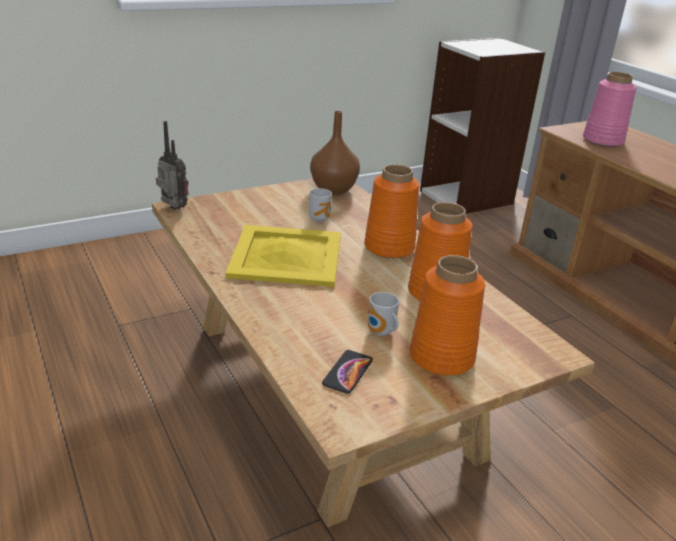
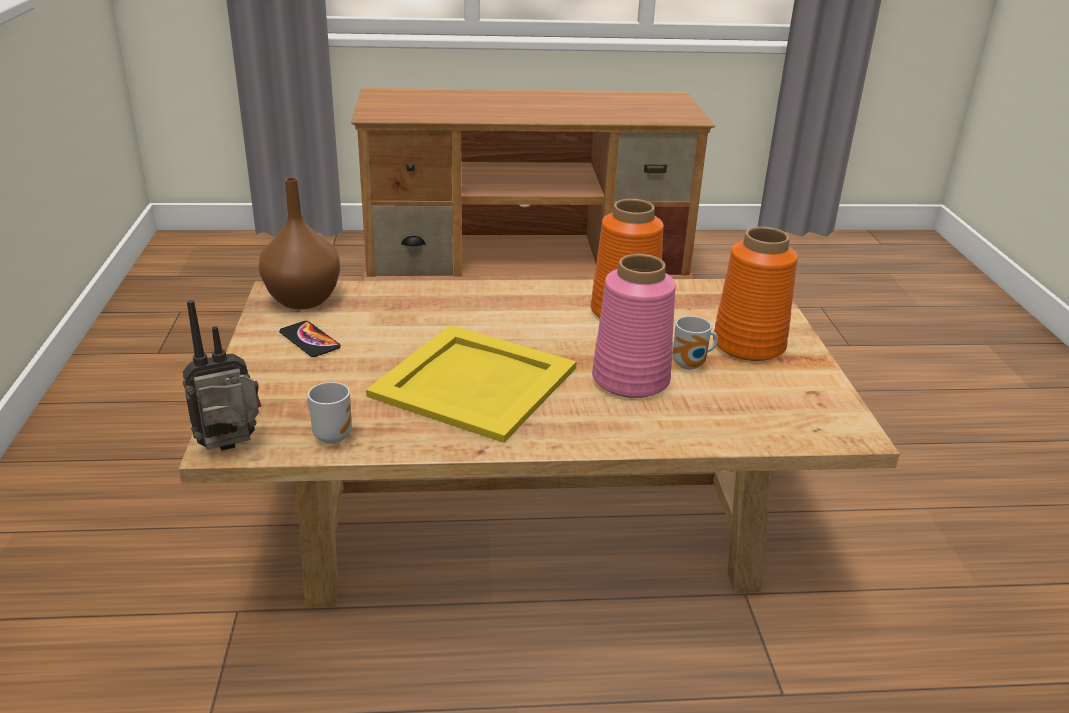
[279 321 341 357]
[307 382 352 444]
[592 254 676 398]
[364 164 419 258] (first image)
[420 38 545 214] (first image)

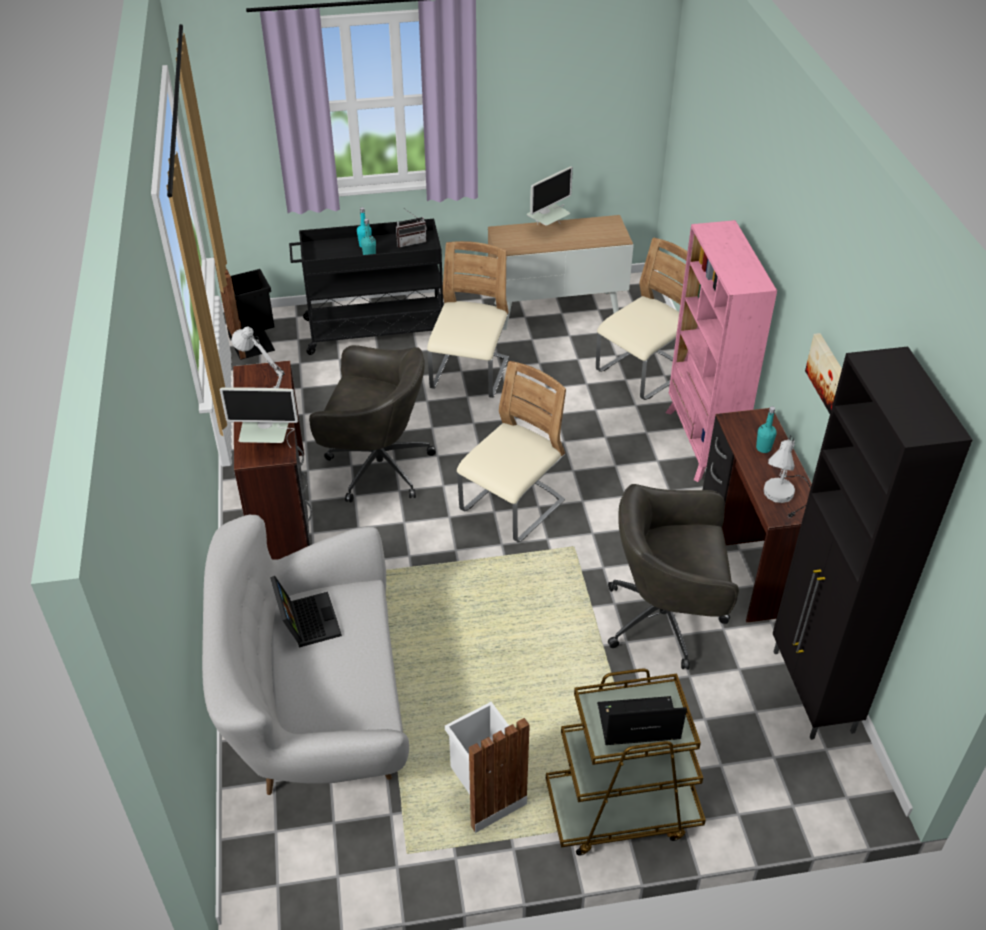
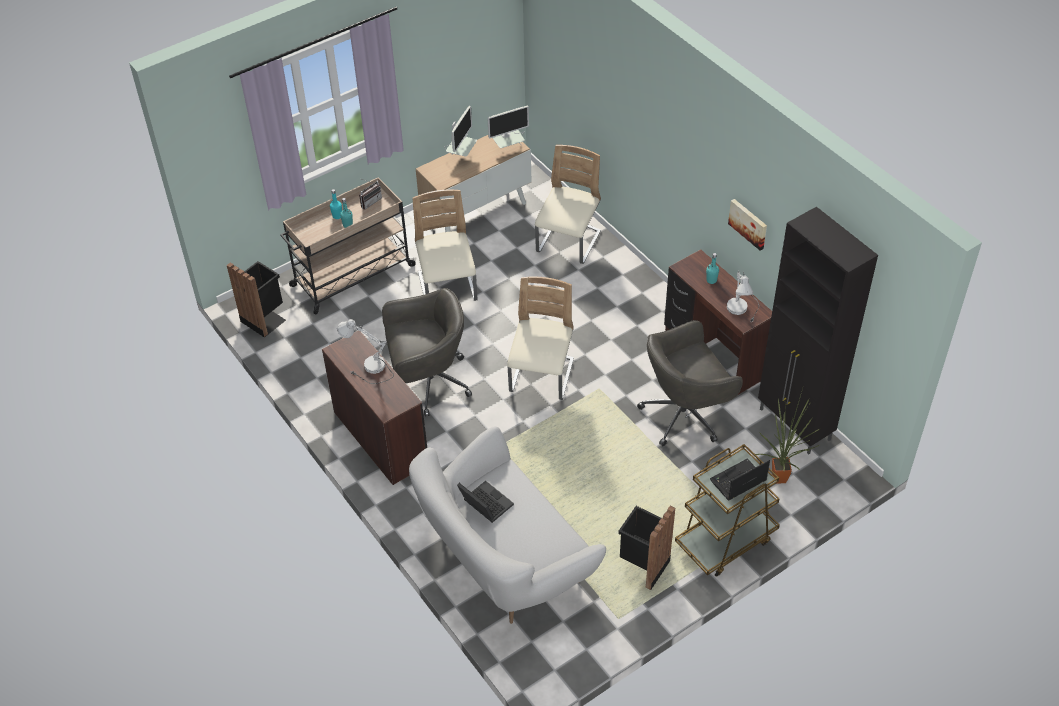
[280 177 416 314]
[487 106 529 148]
[618 505 675 590]
[755 388 821 484]
[666 220 777 482] (first image)

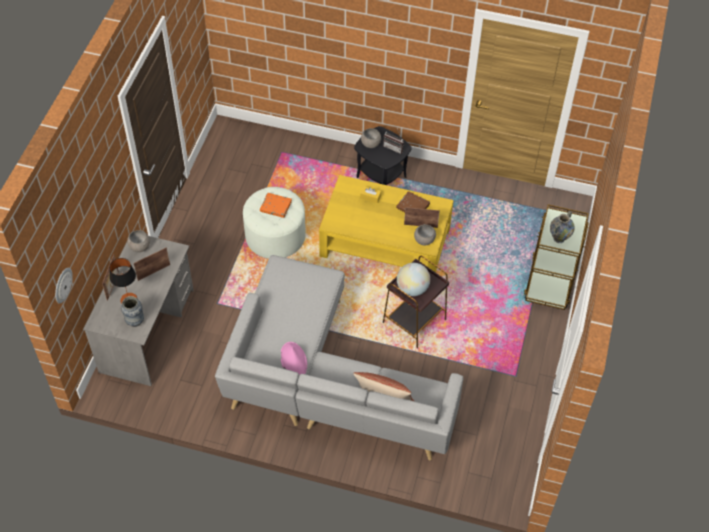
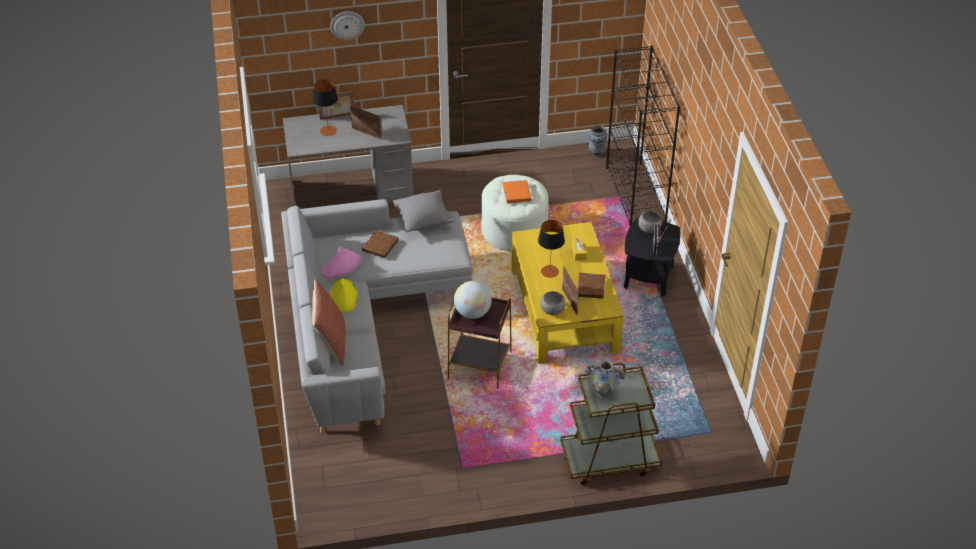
[330 11 365 40]
[330 278 358 313]
[362 230 399 258]
[393 190 455 232]
[538 220 565 278]
[588 125 607 157]
[606 46 680 228]
[127 230 150 252] (first image)

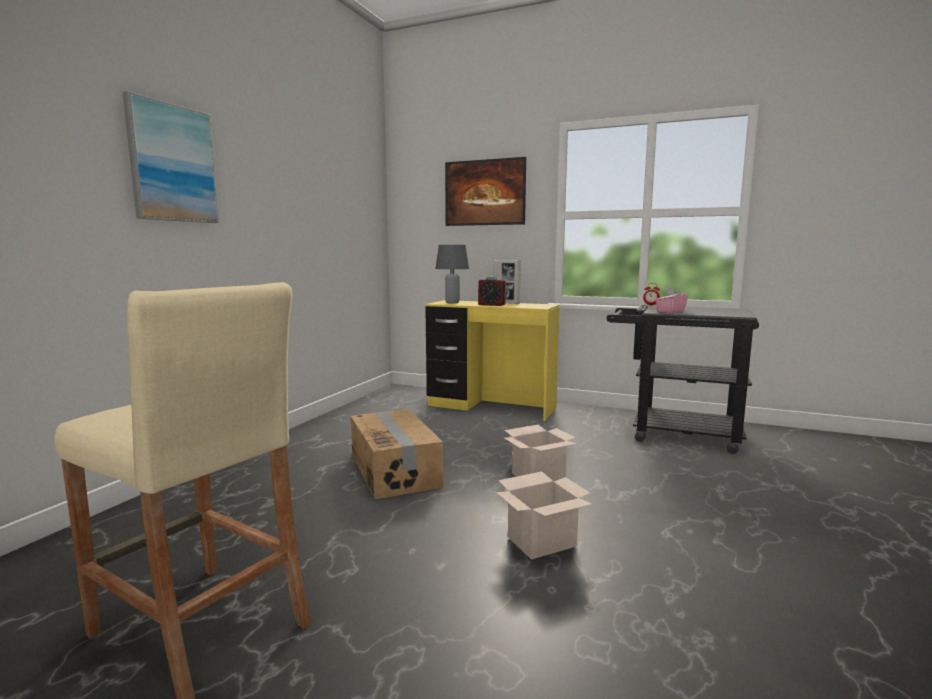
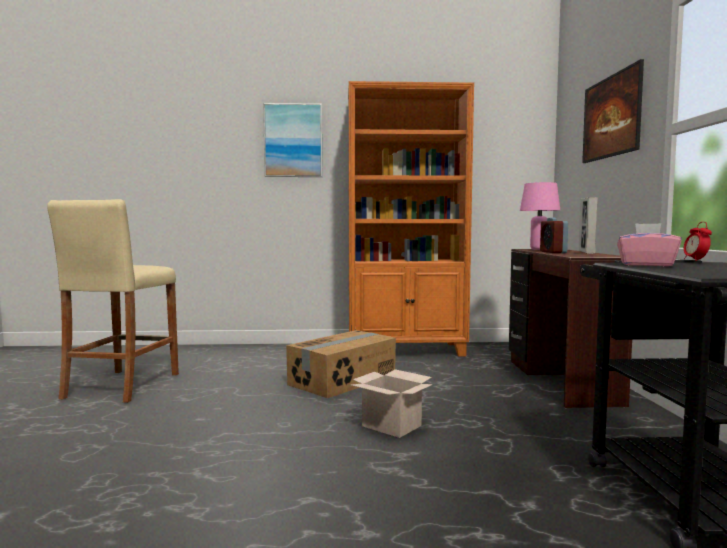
[348 81 474 357]
[509 249 632 408]
[520 182 560 250]
[496 471 592 559] (first image)

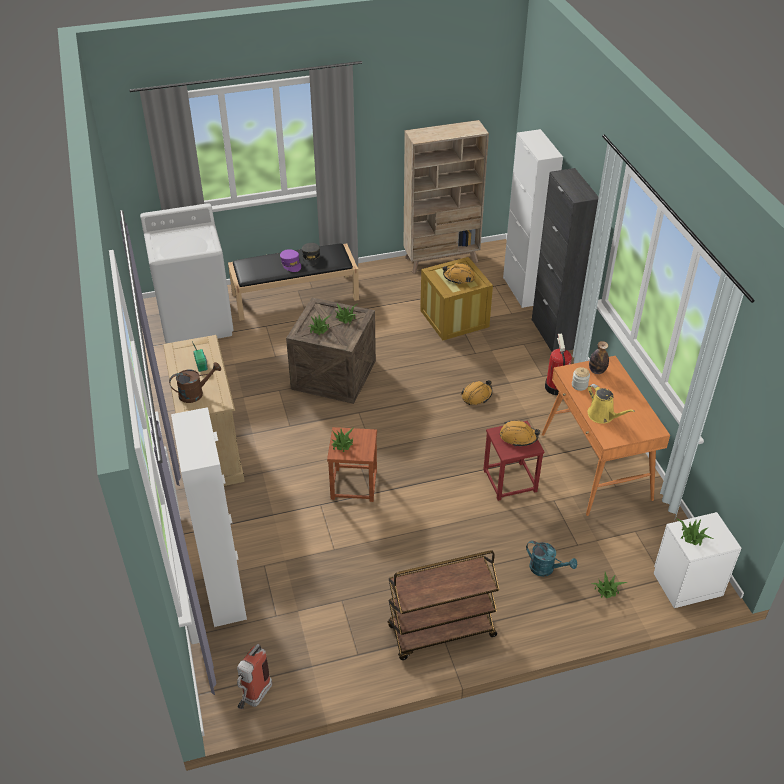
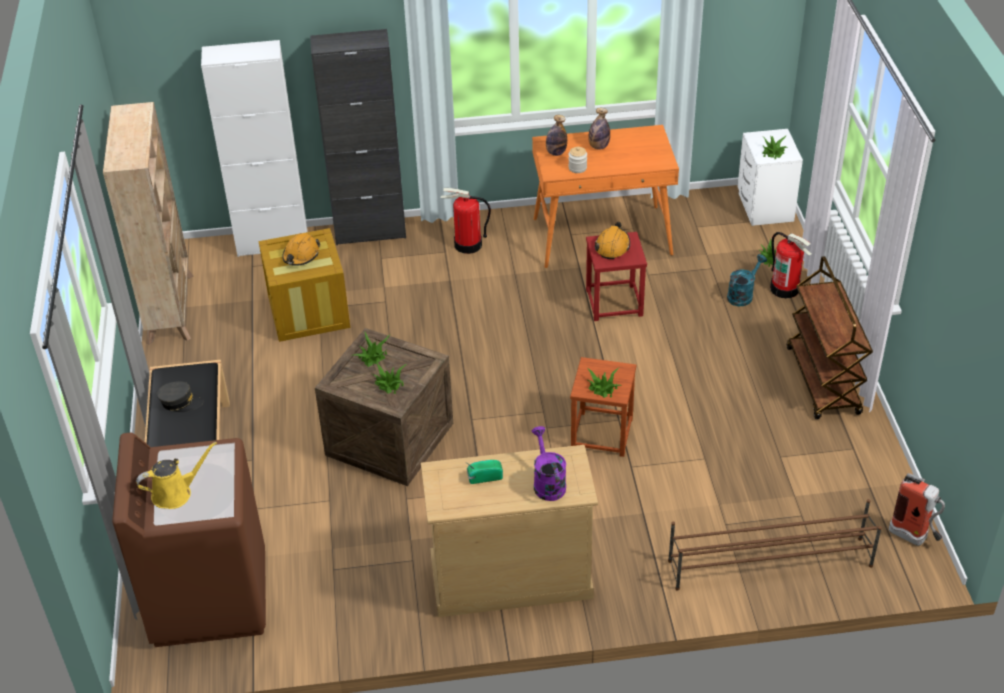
[112 433 266 647]
[136 441 217 509]
[532 426 566 501]
[588 108 610 150]
[668 499 882 591]
[770 232 812 298]
[280 249 301 272] (first image)
[461 380 493 405] (first image)

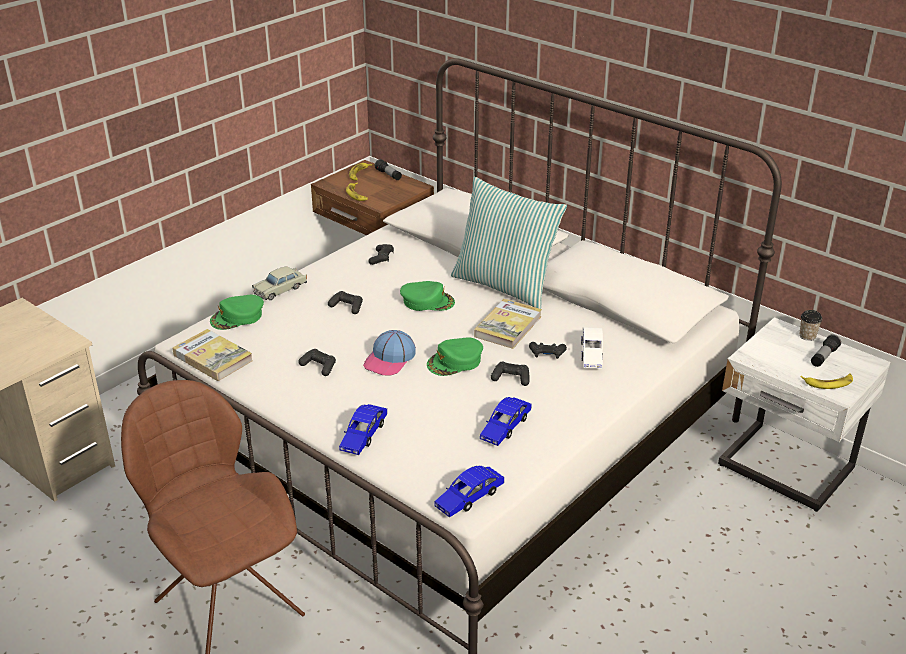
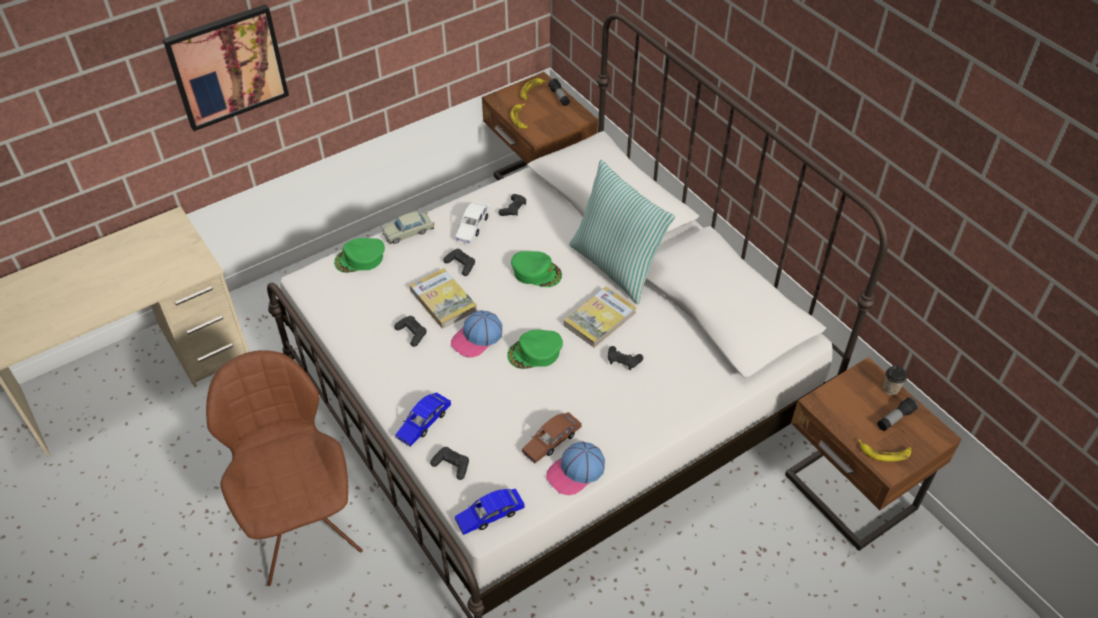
[163 4 289 131]
[410 268 477 329]
[430 447 469 480]
[455 202 491 244]
[522 412 582 463]
[546 441 605 495]
[785 357 961 551]

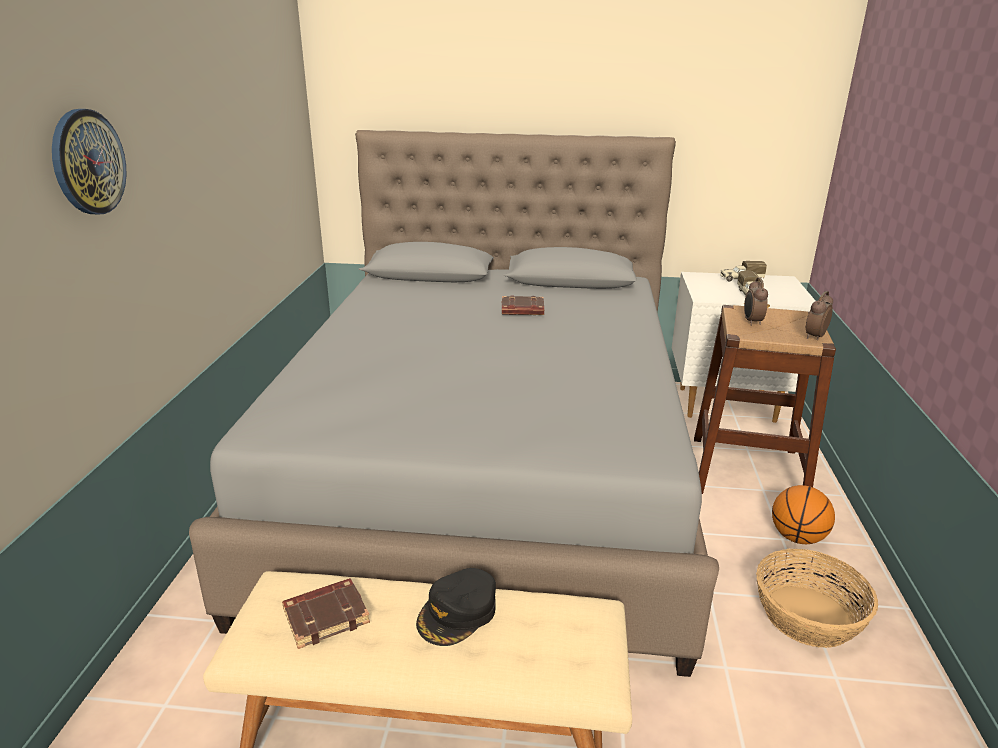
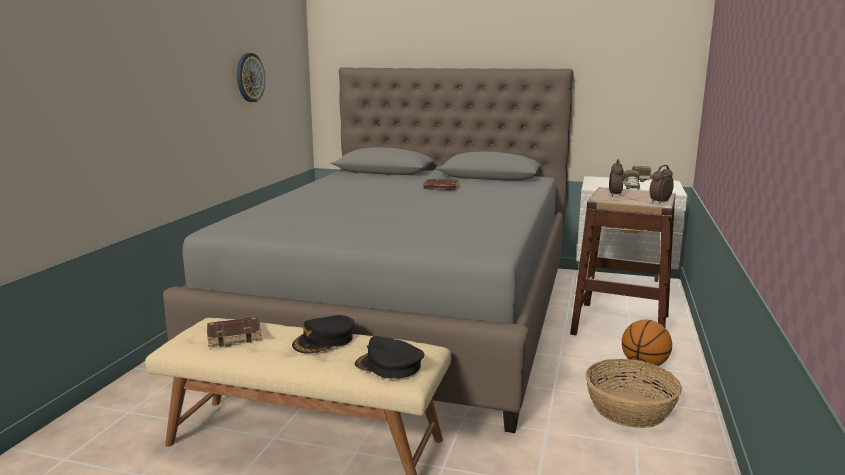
[237 53 265 102]
[355 336 424 379]

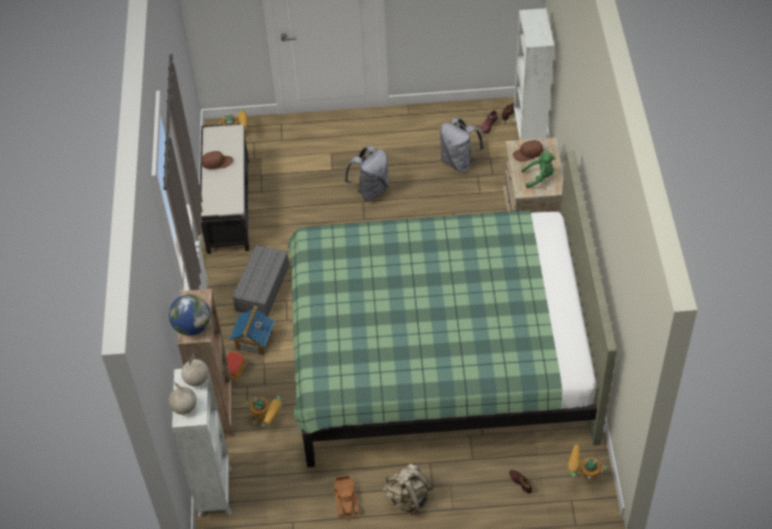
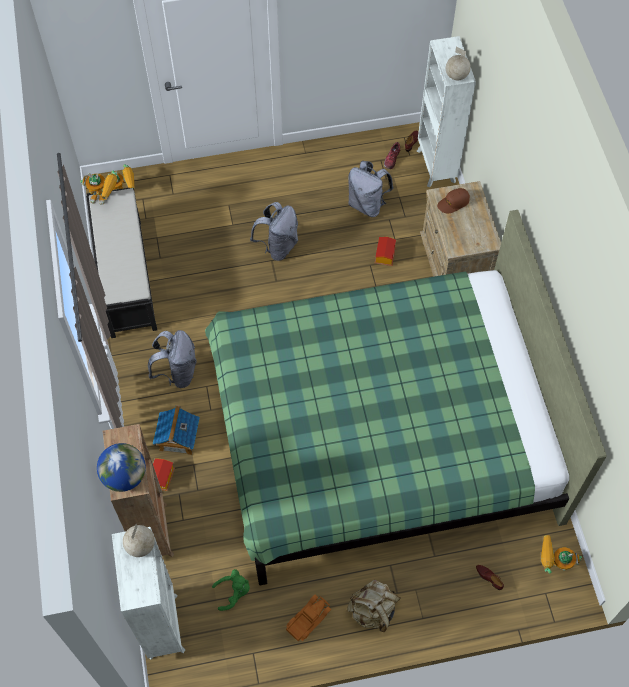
[80 171 117 205]
[148 330 197 388]
[212 569 250 611]
[286 595 332 641]
[375 237 396 266]
[446 47 471 80]
[202 151 233 169] (first image)

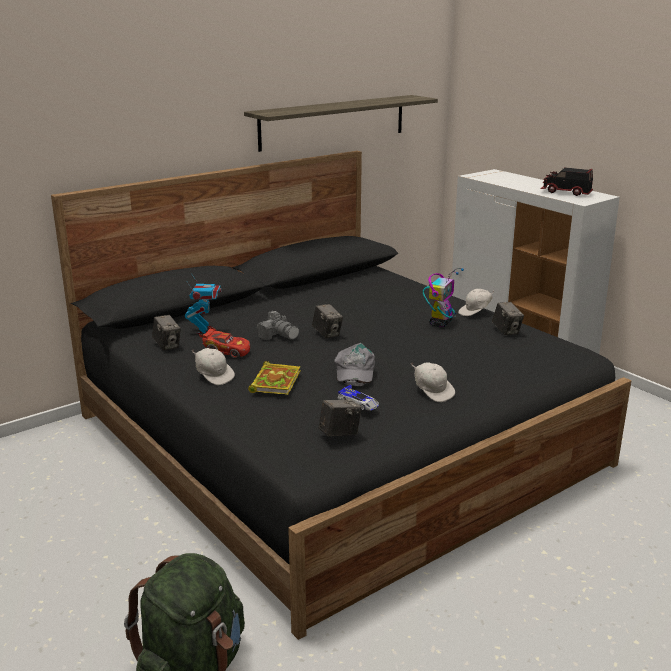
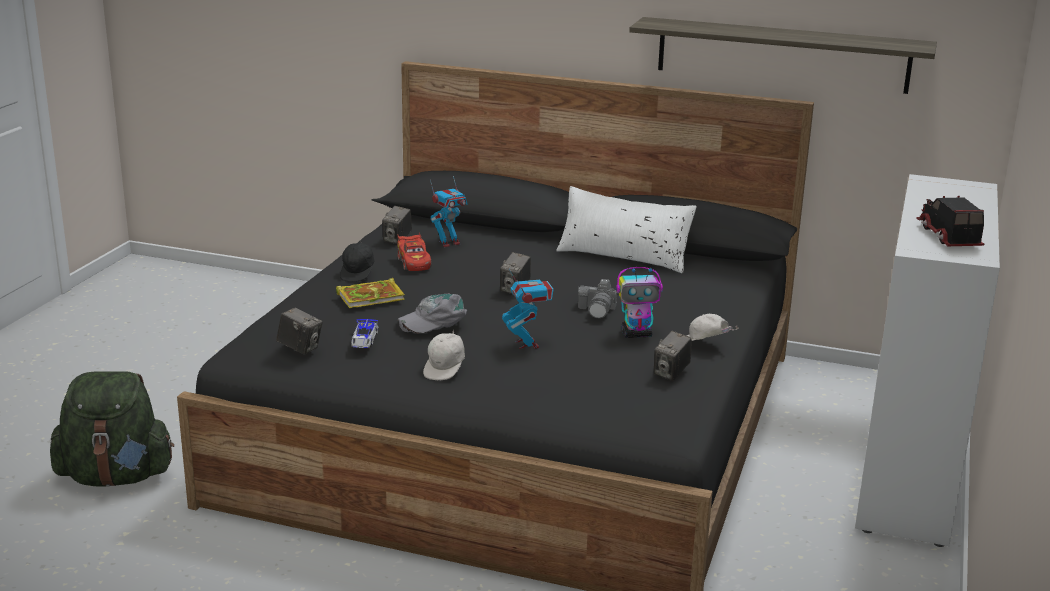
[340 242 375 282]
[502 268 553 349]
[556 186 697 273]
[578 279 617 318]

